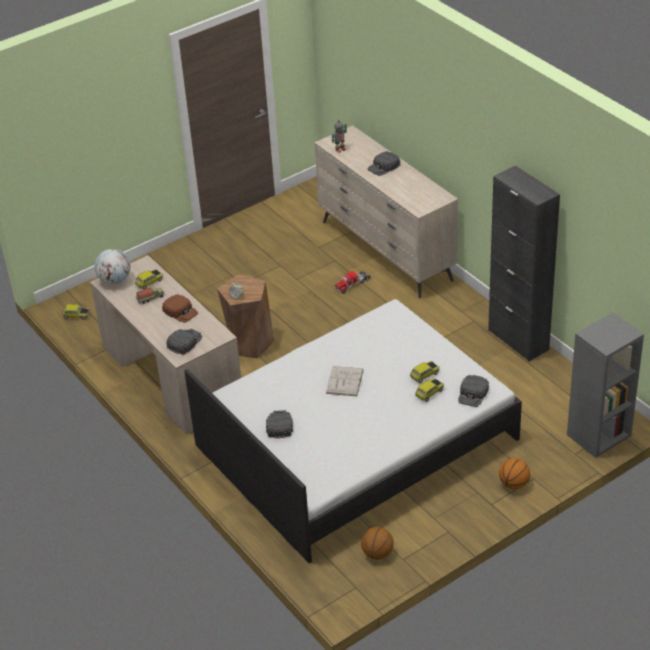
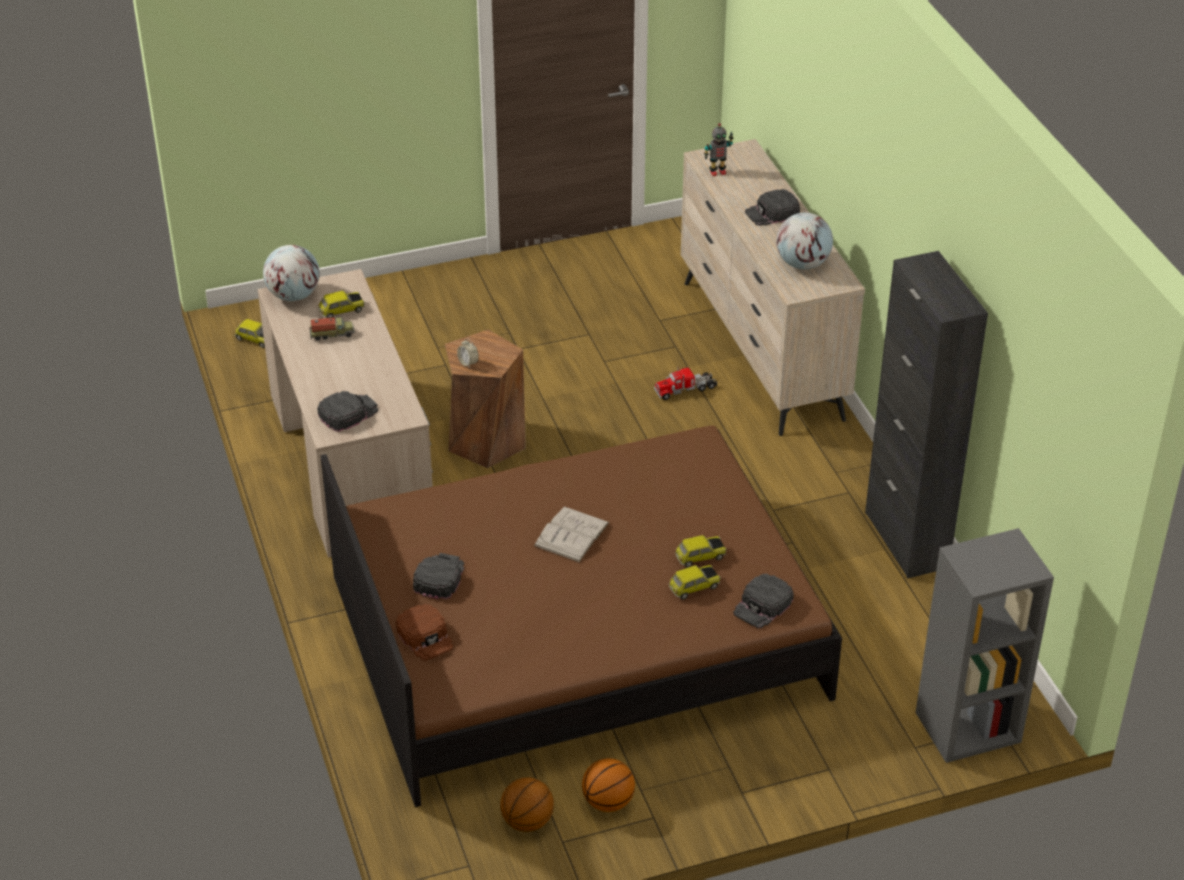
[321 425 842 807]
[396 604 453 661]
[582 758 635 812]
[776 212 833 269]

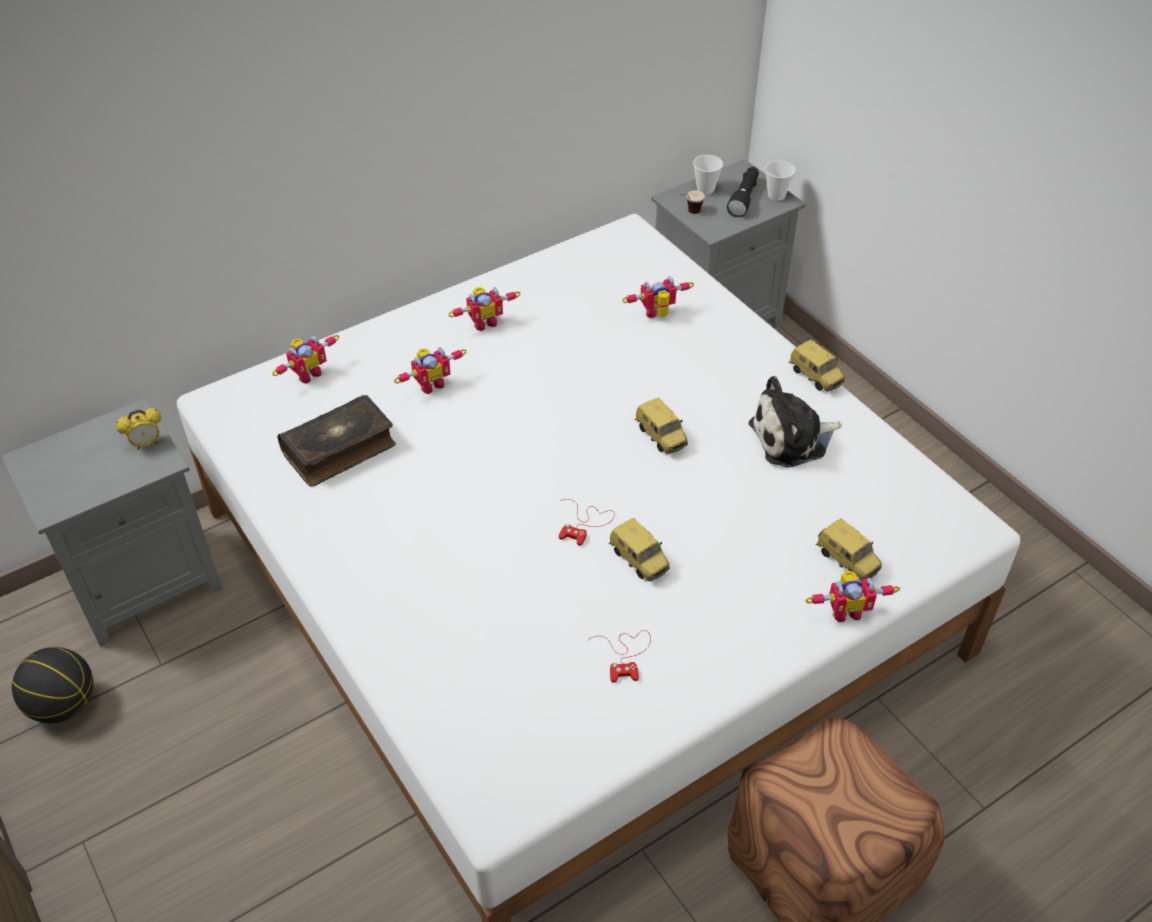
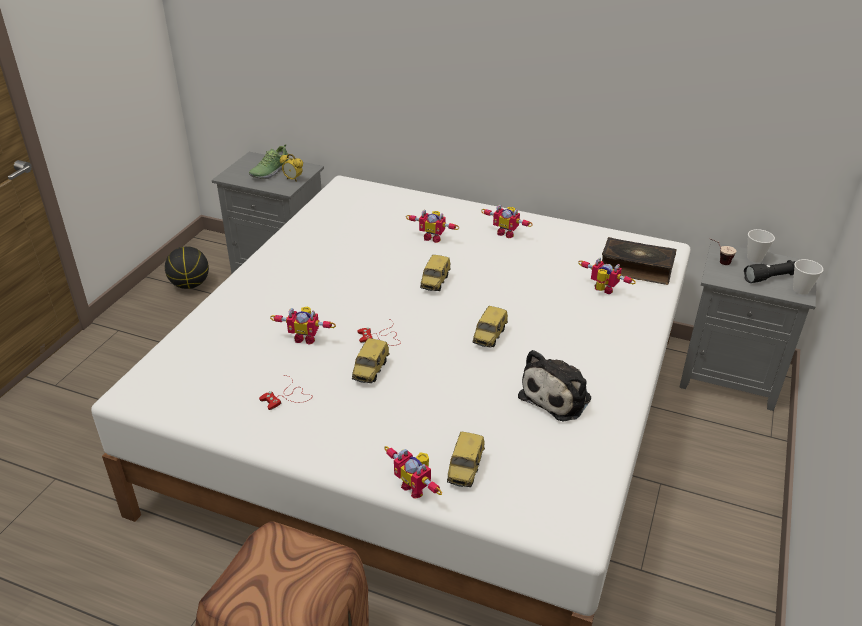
[249 144 290 179]
[270 307 336 344]
[420 255 451 291]
[518 350 591 422]
[602 237 677 285]

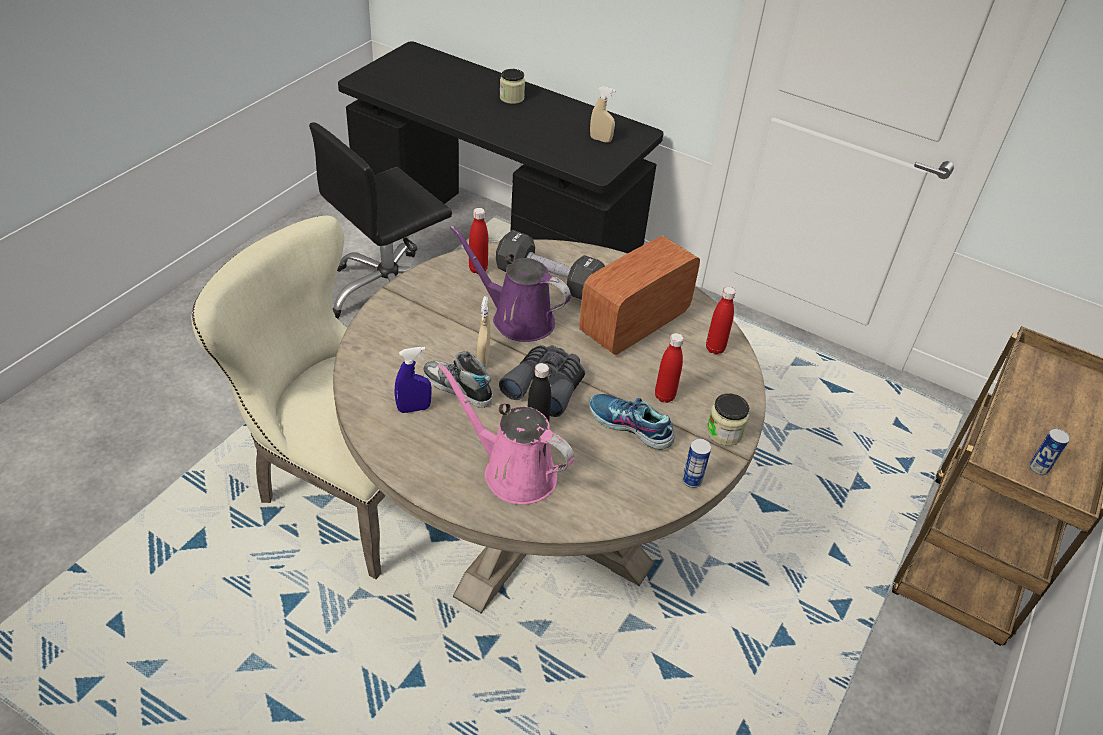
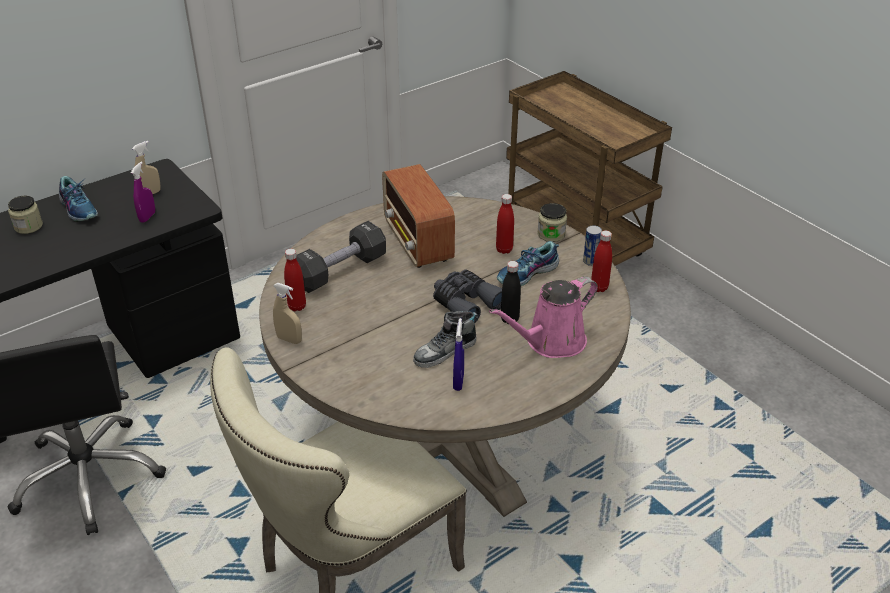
[59 176 98 222]
[131 162 155 223]
[273 283 302 344]
[591 230 612 292]
[450 225 571 342] (first image)
[1029 428 1070 475] (first image)

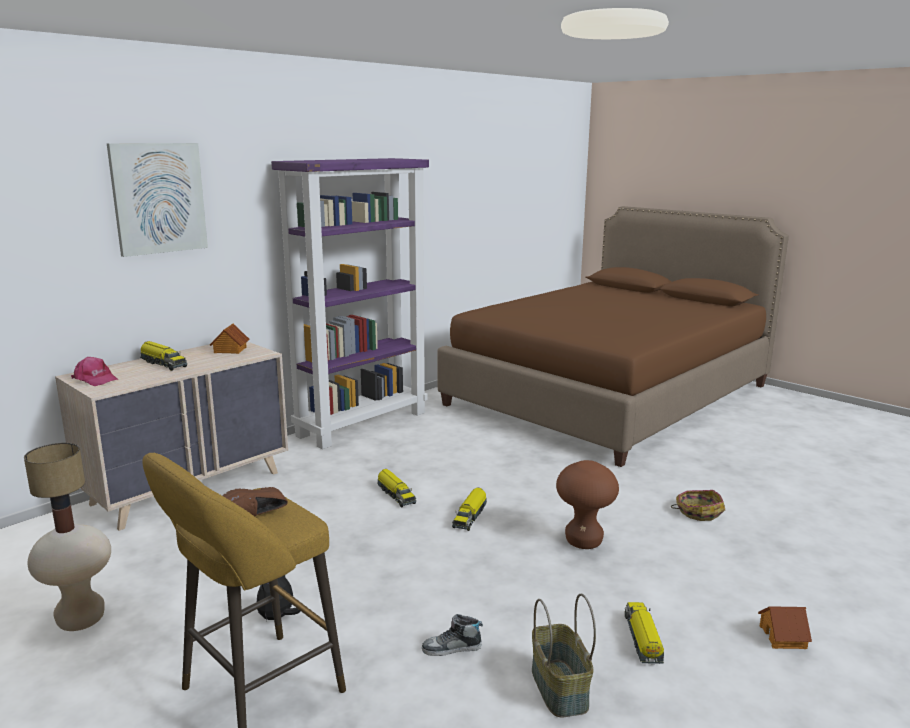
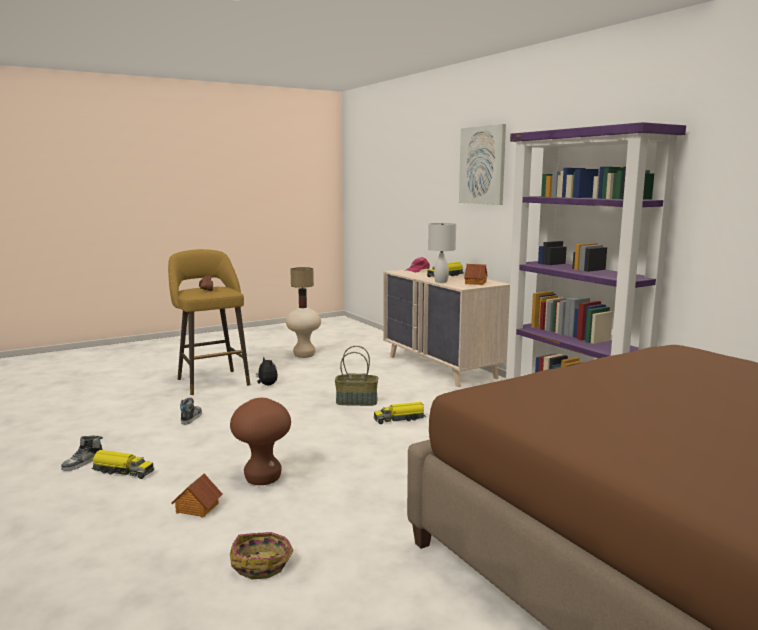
[61 436 103 471]
[172 473 222 518]
[335 346 378 406]
[428 223 456 283]
[452 487 487 531] (first image)

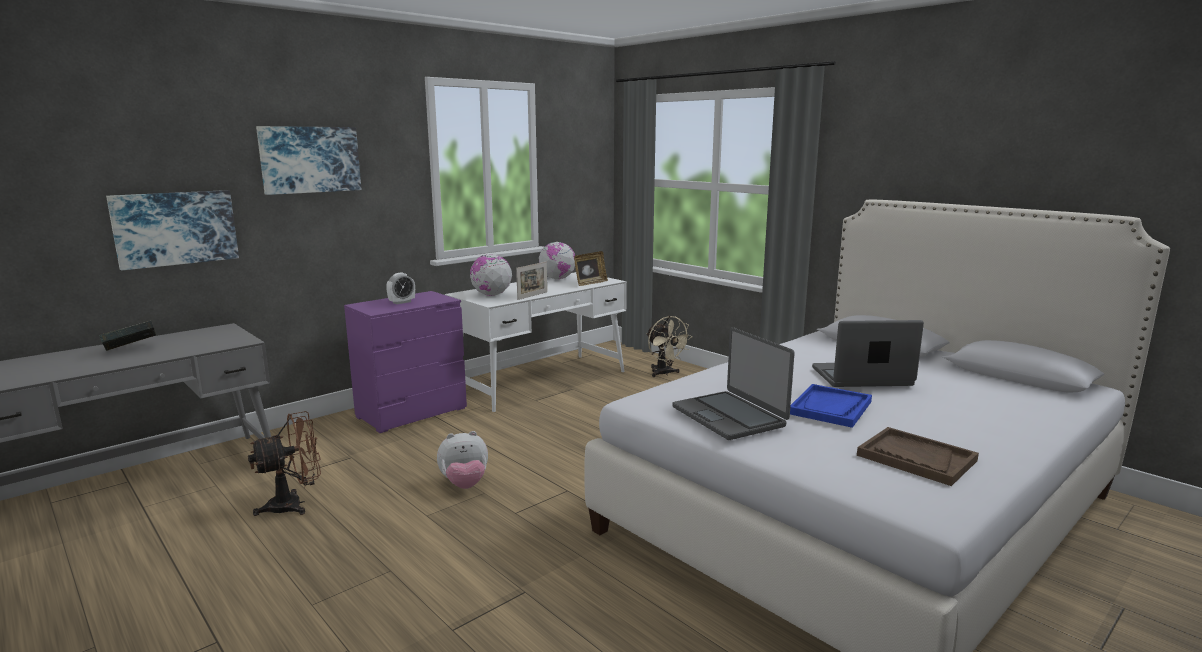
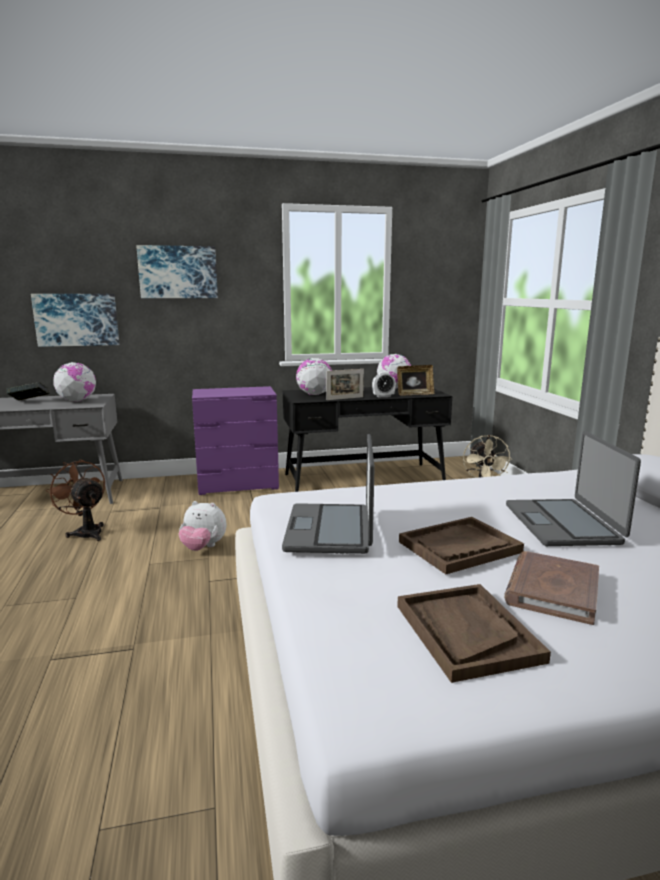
[45 459 105 541]
[53 362 96 402]
[283 387 452 492]
[372 372 396 398]
[399 517 524 574]
[504 551 599 625]
[506 431 641 546]

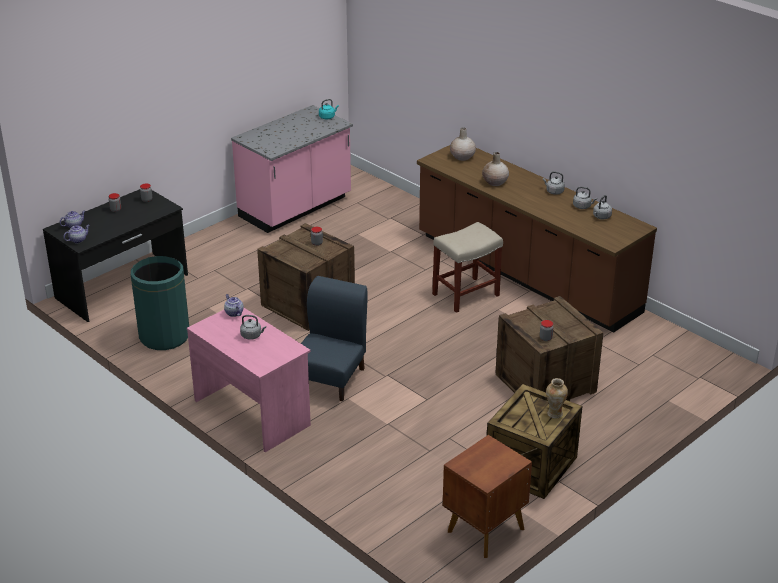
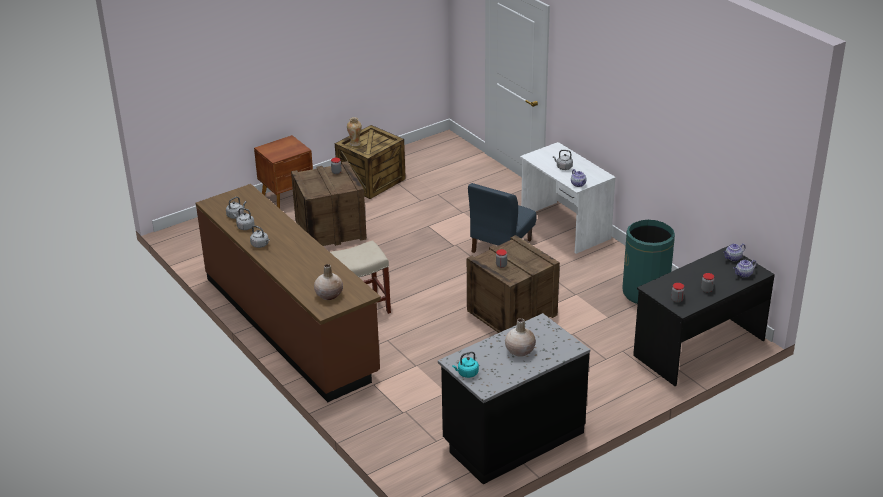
[254 135 313 209]
[438 313 590 485]
[505 318 536 356]
[520 142 616 254]

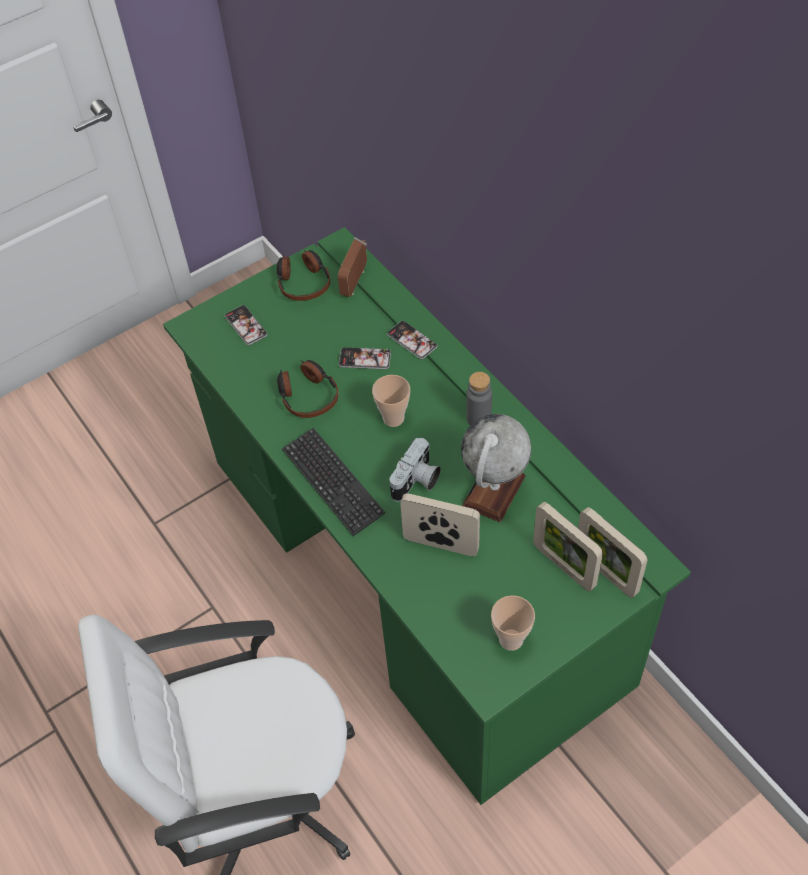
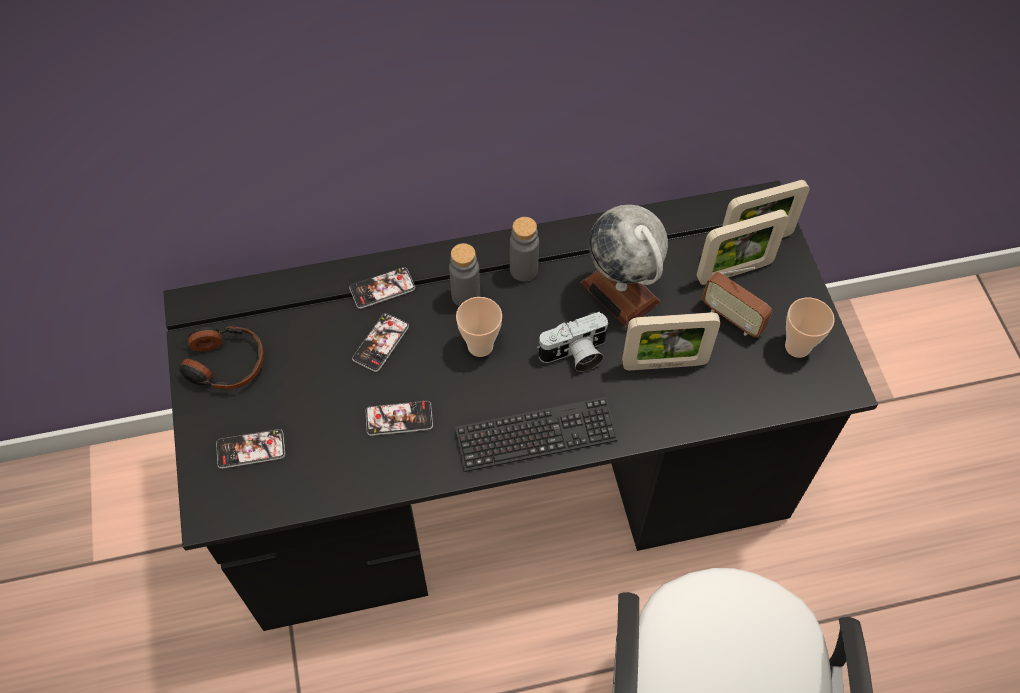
[163 181 878 631]
[366 401 433 436]
[449 243 480 306]
[537 312 609 372]
[622 312 720 370]
[702 267 772 338]

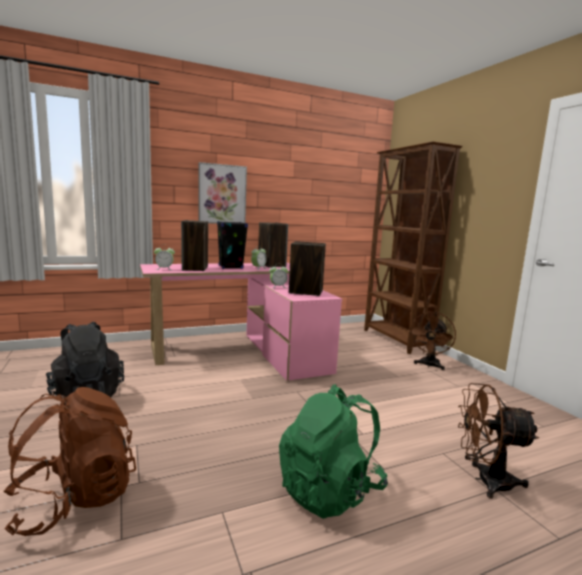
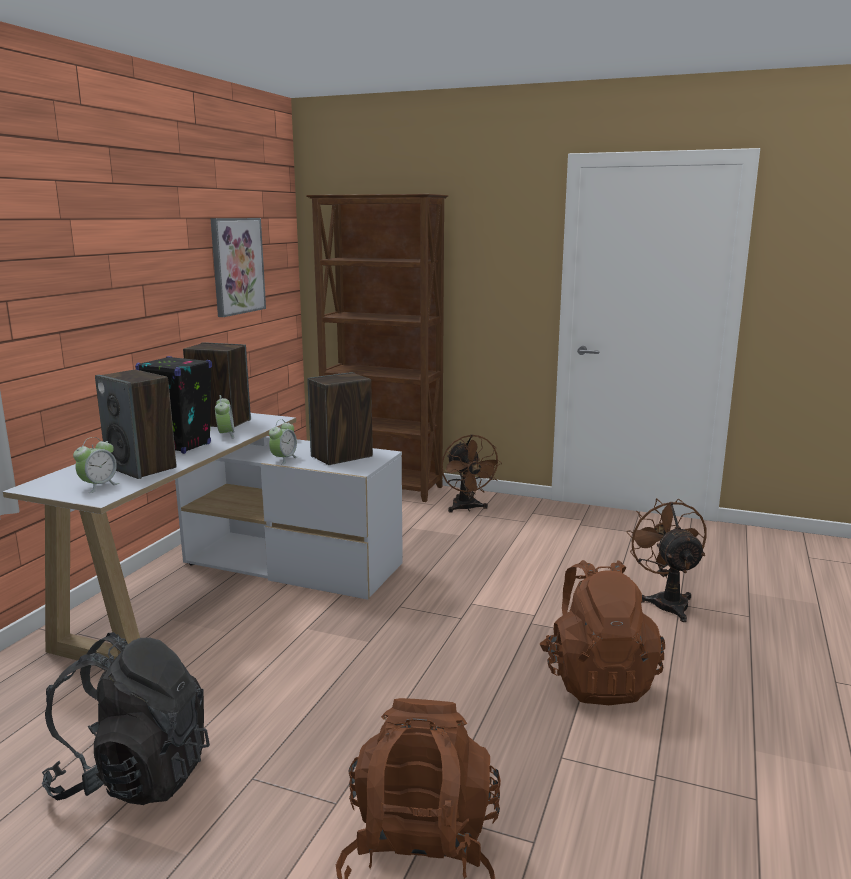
[3 413 403 661]
[210 218 266 317]
[540 560 665 705]
[626 498 707 622]

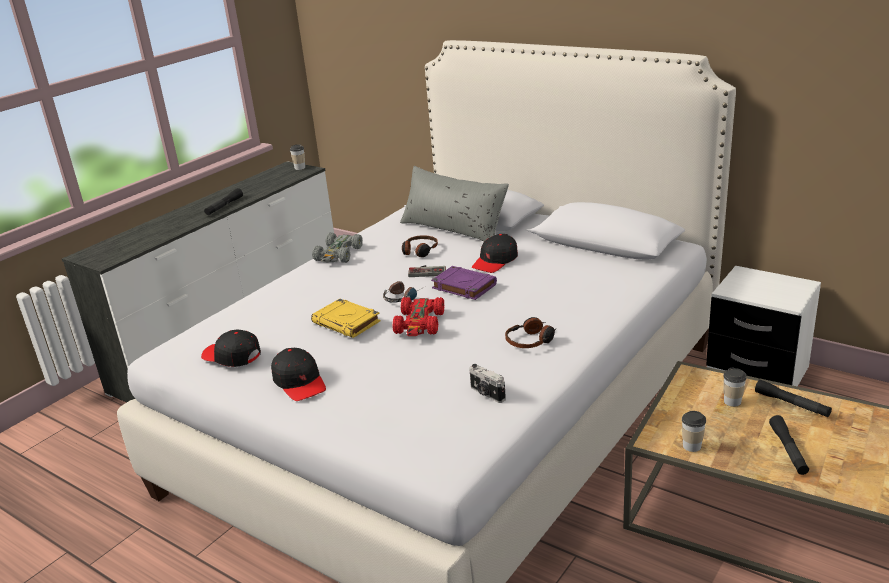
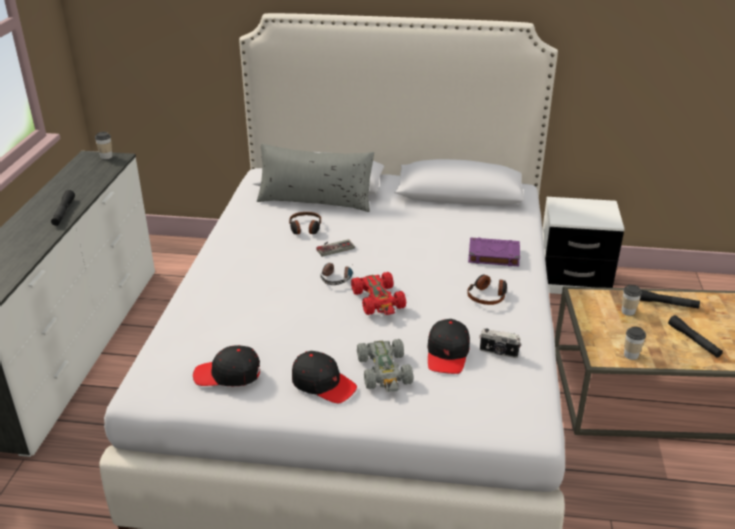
[357 339 414 392]
[427 319 470 374]
[468 237 520 266]
[311 299 381 338] (first image)

